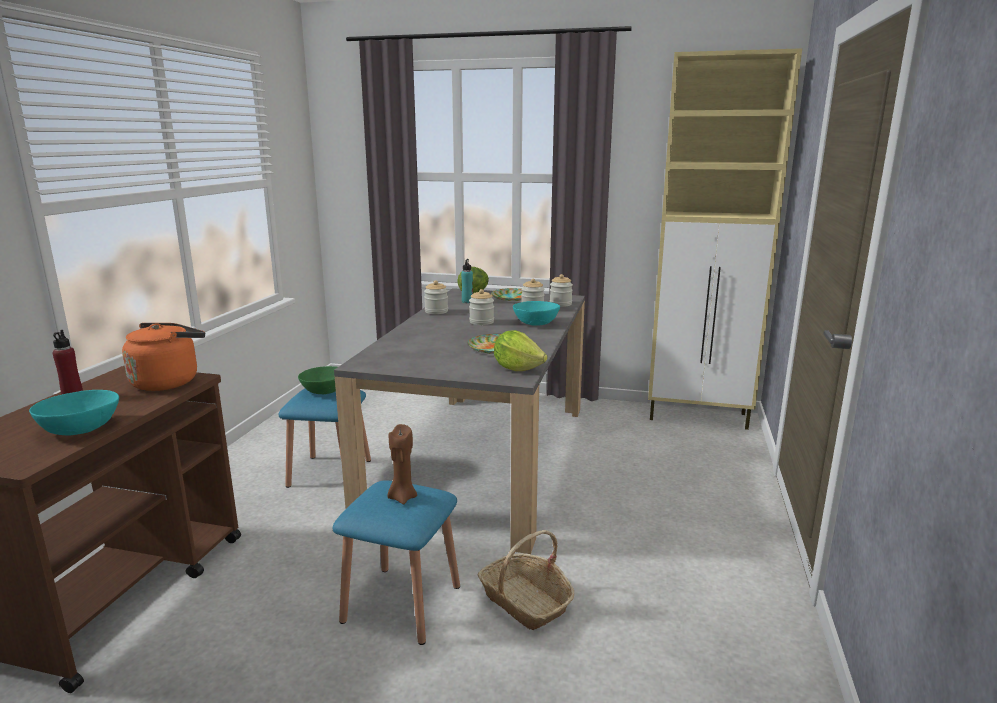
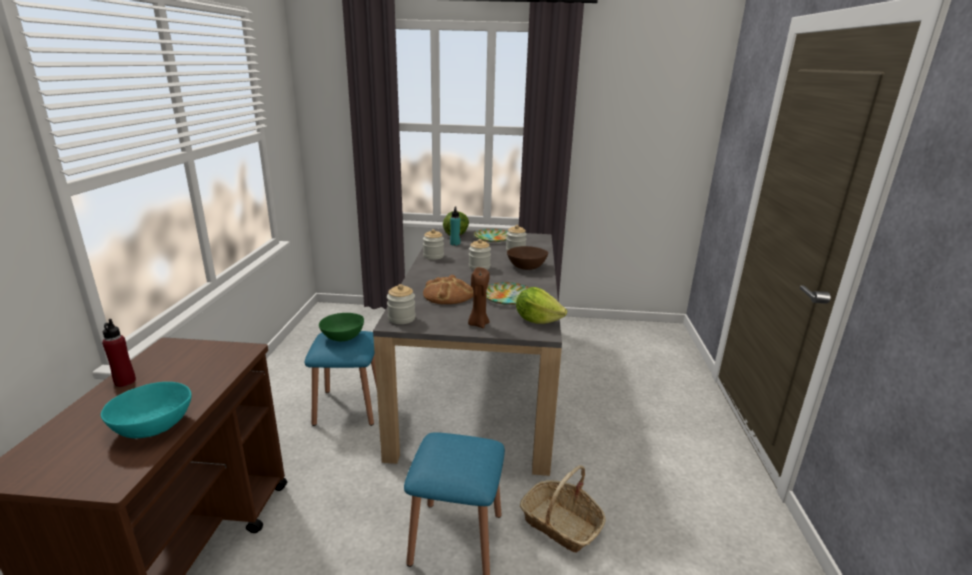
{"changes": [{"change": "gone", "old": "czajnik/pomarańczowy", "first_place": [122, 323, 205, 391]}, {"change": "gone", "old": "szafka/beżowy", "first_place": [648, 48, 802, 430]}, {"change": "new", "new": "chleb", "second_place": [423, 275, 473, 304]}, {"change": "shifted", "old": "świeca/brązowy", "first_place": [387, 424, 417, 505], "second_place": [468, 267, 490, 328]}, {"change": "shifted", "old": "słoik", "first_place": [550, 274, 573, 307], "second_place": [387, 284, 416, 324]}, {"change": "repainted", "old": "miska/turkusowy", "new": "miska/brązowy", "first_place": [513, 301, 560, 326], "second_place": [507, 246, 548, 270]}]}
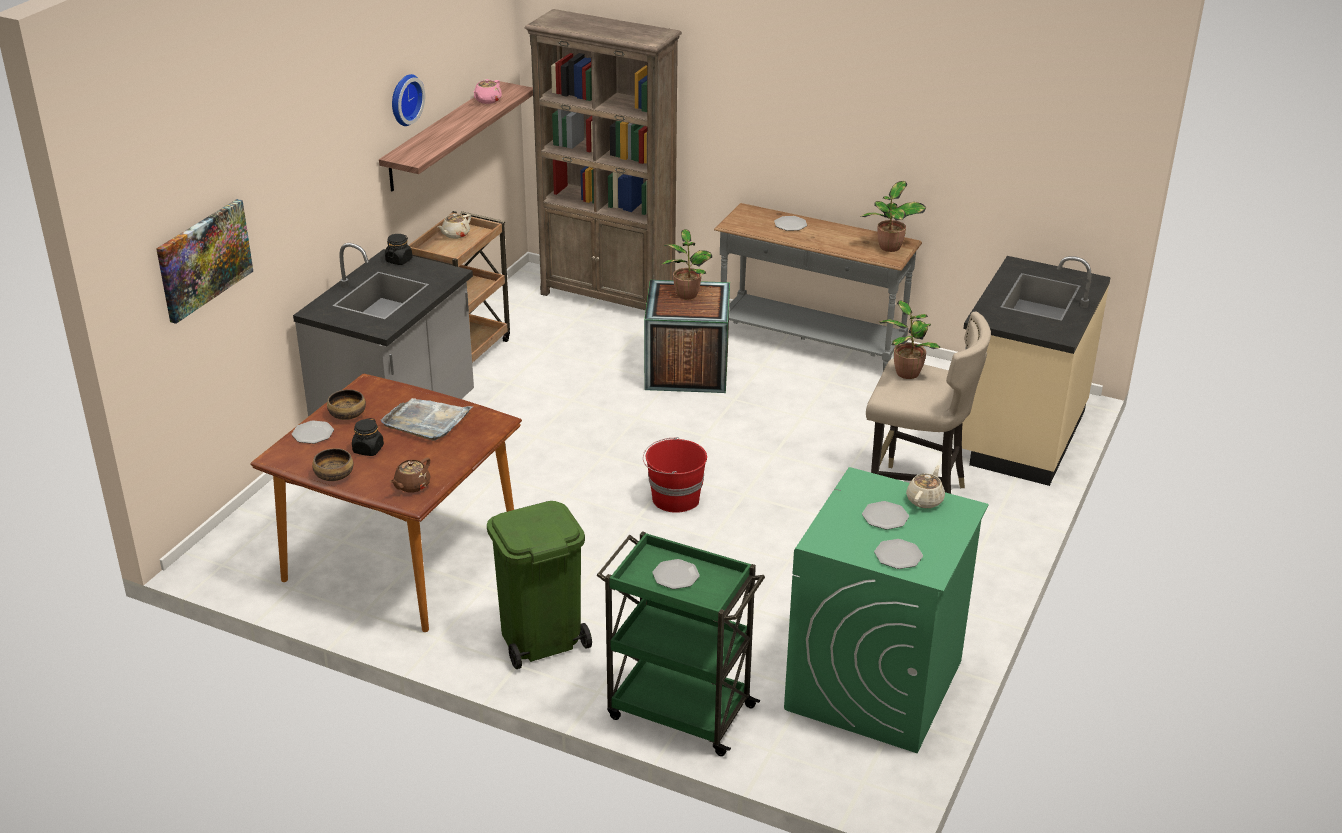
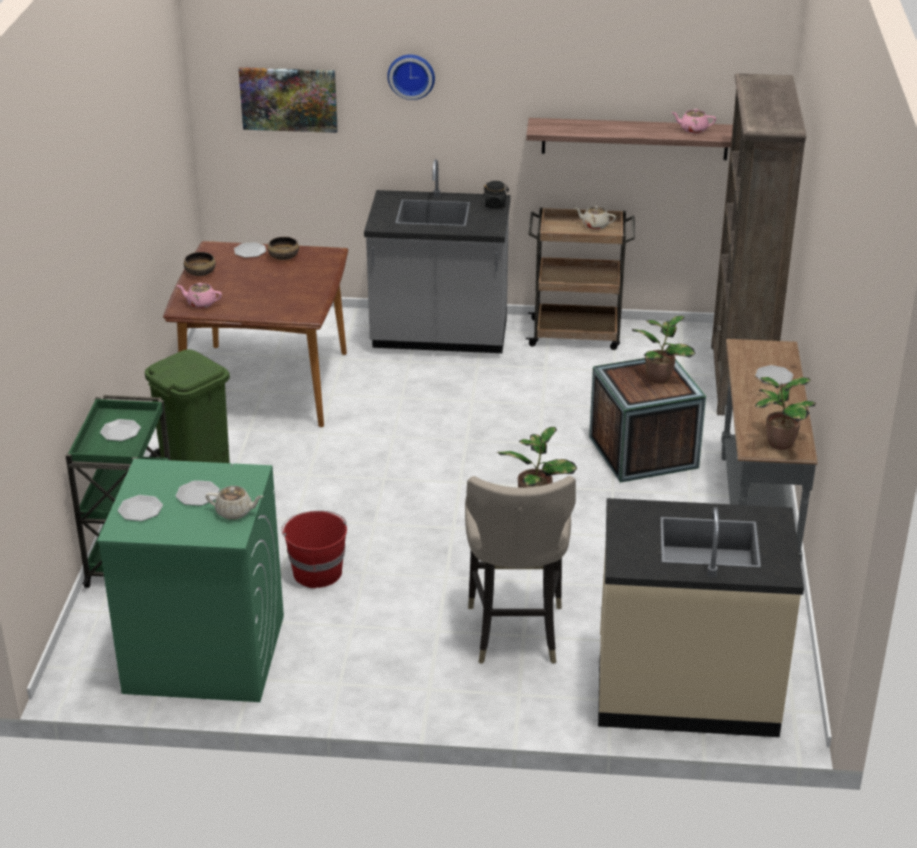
{"changes": [{"change": "gone", "old": "słoik/czarny", "first_place": [352, 418, 384, 456]}, {"change": "gone", "old": "taca/szary", "first_place": [380, 398, 472, 441]}, {"change": "shifted", "old": "zegar ścienny", "first_place": [392, 74, 425, 126], "second_place": [387, 55, 435, 100]}, {"change": "shifted", "old": "wiadro/czerwony", "first_place": [643, 437, 707, 513], "second_place": [281, 510, 347, 588]}, {"change": "repainted", "old": "imbryk/brązowy", "new": "imbryk/różowy", "first_place": [390, 458, 431, 492], "second_place": [177, 283, 222, 308]}]}
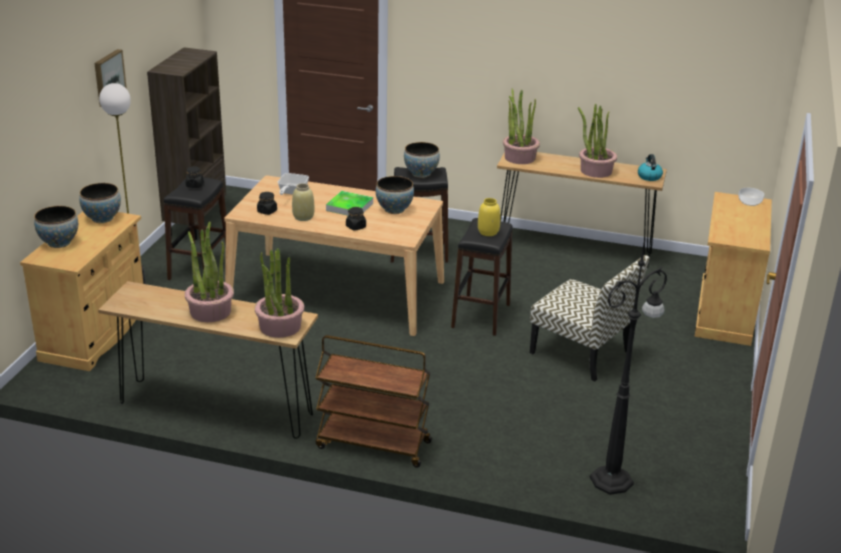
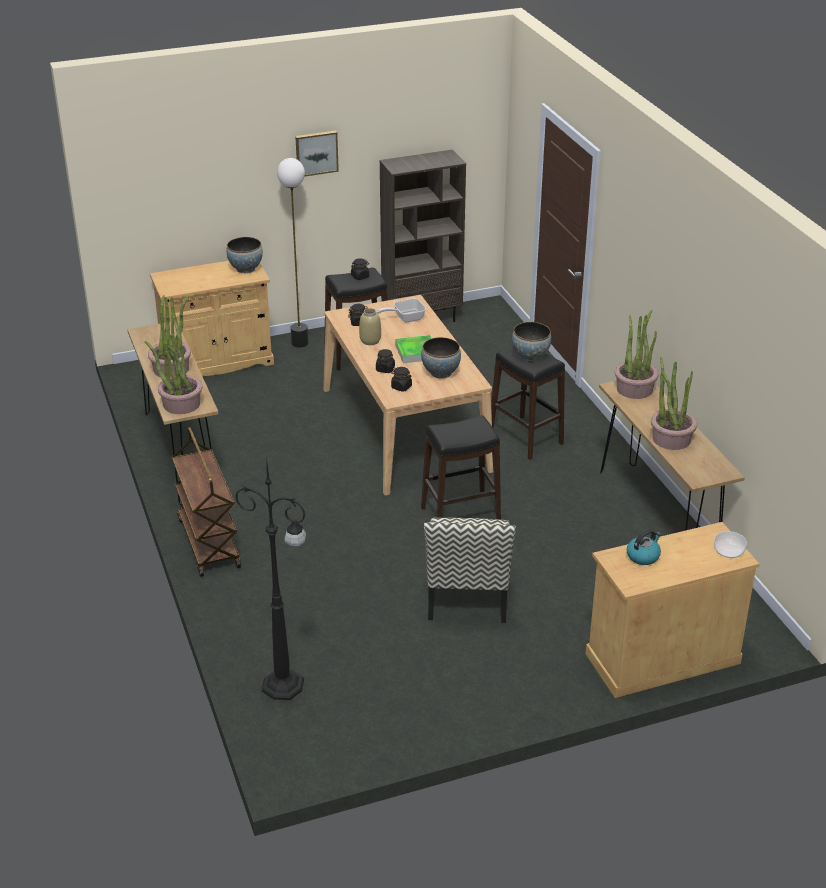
{"changes": [{"change": "gone", "old": "miska", "first_place": [34, 206, 78, 248]}, {"change": "gone", "old": "wazon/żółty", "first_place": [478, 198, 501, 236]}, {"change": "new", "new": "słoik/czarny", "second_place": [391, 367, 412, 392]}, {"change": "shifted", "old": "czajnik", "first_place": [638, 154, 663, 181], "second_place": [627, 529, 661, 565]}]}
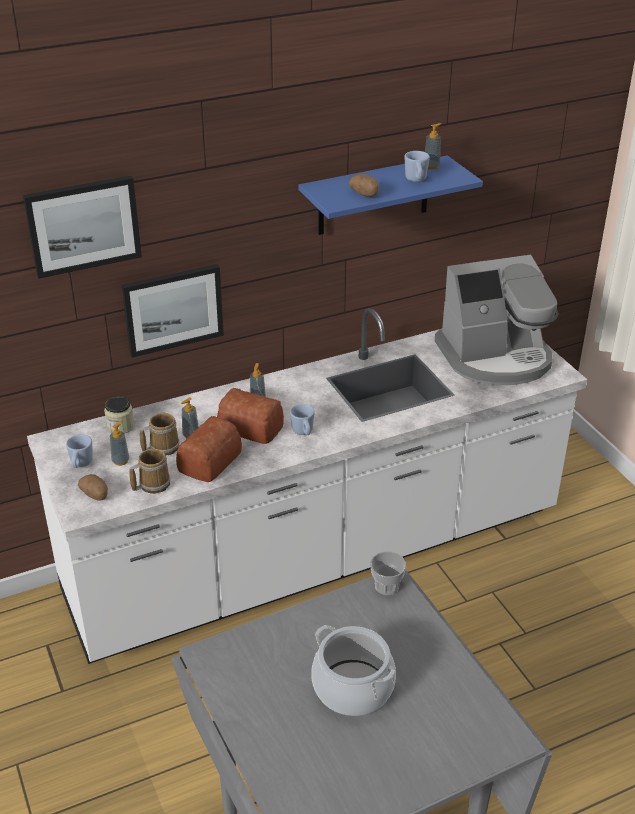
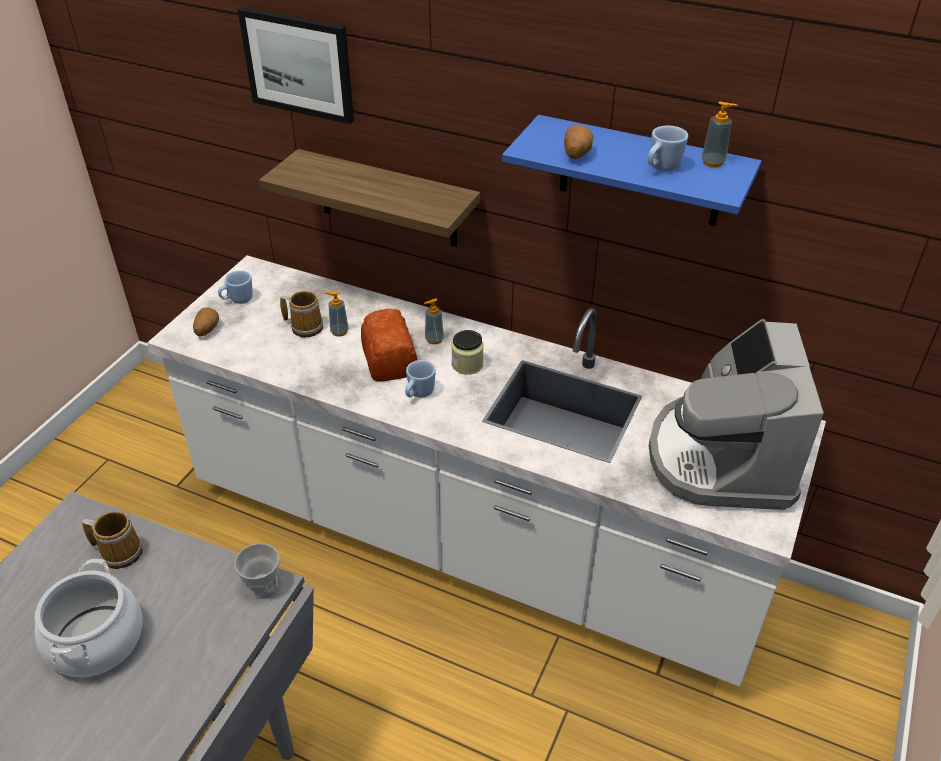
{"changes": [{"change": "gone", "old": "dozownik mydła", "first_place": [110, 421, 129, 466]}, {"change": "gone", "old": "chleb", "first_place": [176, 416, 242, 482]}, {"change": "shifted", "old": "słoik", "first_place": [104, 396, 134, 434], "second_place": [451, 330, 484, 375]}, {"change": "shifted", "old": "kubek", "first_place": [129, 449, 170, 494], "second_place": [82, 511, 143, 569]}, {"change": "swapped", "old": "obraz", "new": "półka", "first_place": [122, 264, 224, 358], "second_place": [259, 149, 480, 246]}, {"change": "rotated", "old": "ekspres do kawy", "first_place": [434, 255, 559, 385], "second_place": [649, 319, 824, 510], "degrees": 60}]}
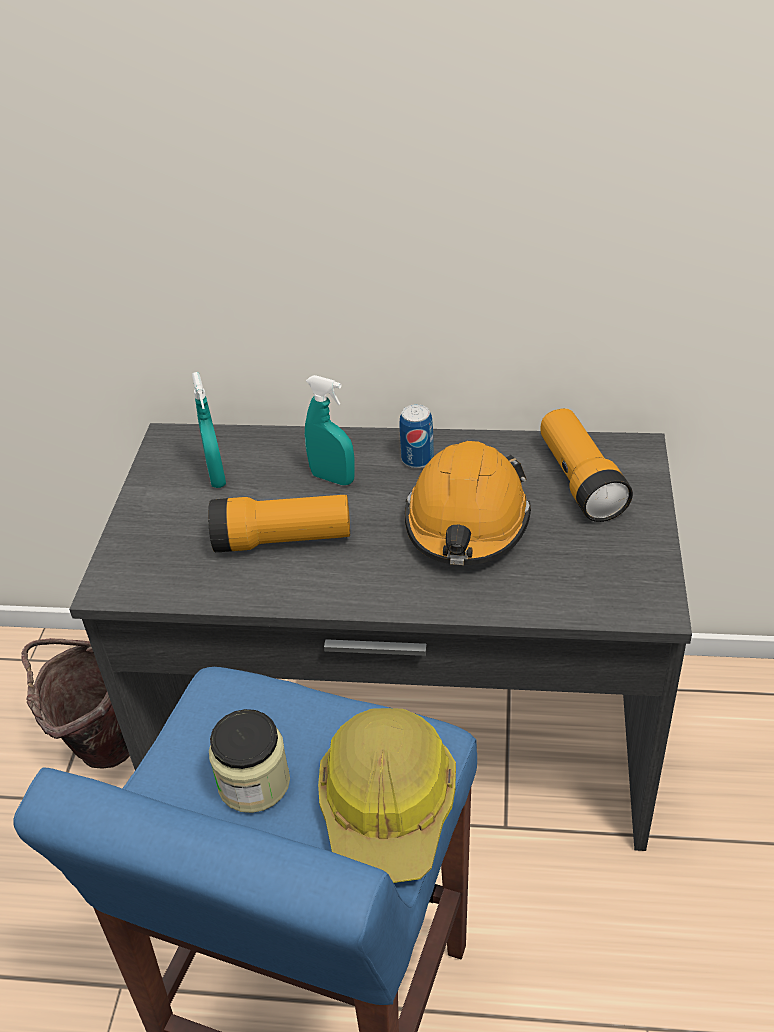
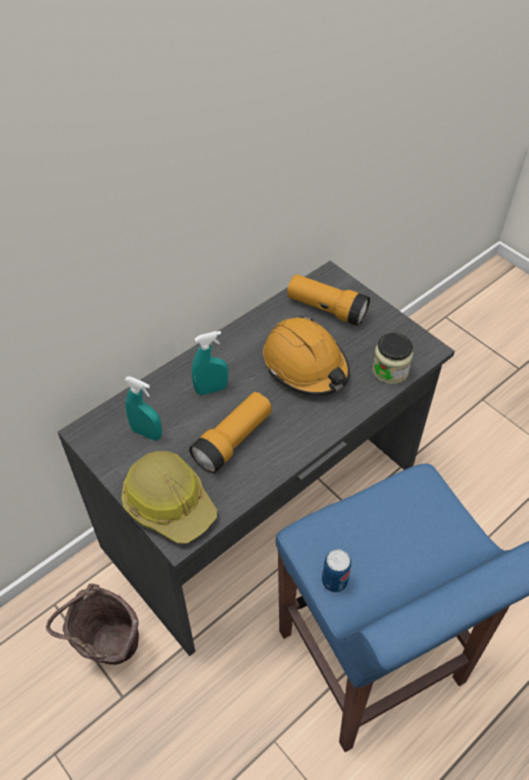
{"changes": [{"change": "shifted", "old": "słoik", "first_place": [209, 709, 290, 813], "second_place": [372, 333, 413, 384]}, {"change": "shifted", "old": "kask", "first_place": [318, 708, 456, 883], "second_place": [122, 451, 217, 544]}, {"change": "shifted", "old": "puszka", "first_place": [399, 404, 434, 468], "second_place": [322, 549, 351, 593]}]}
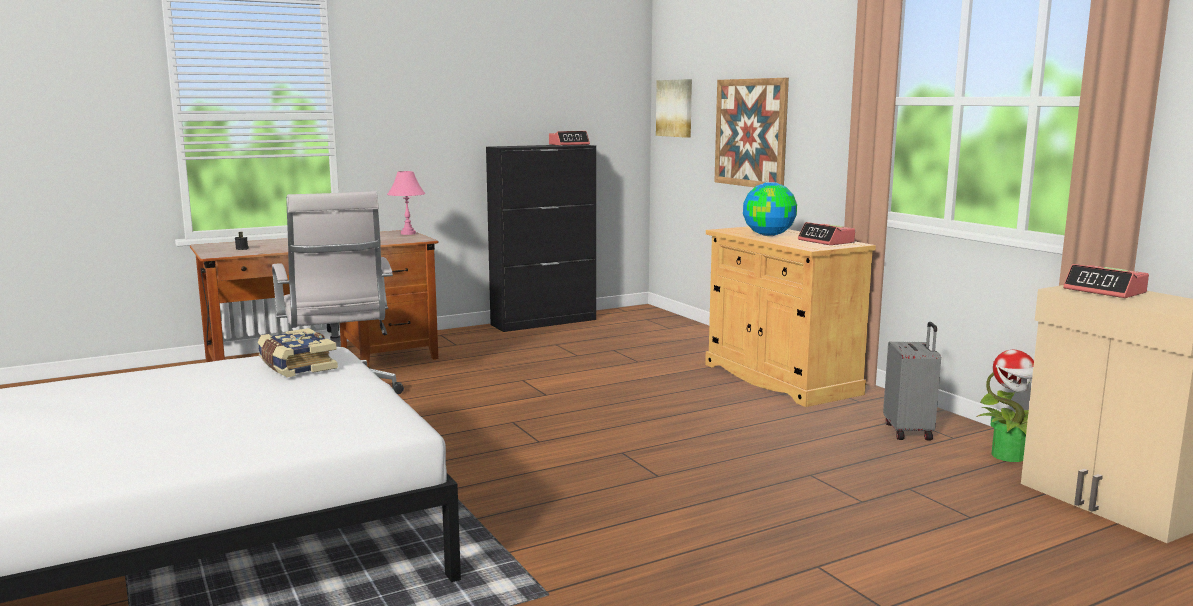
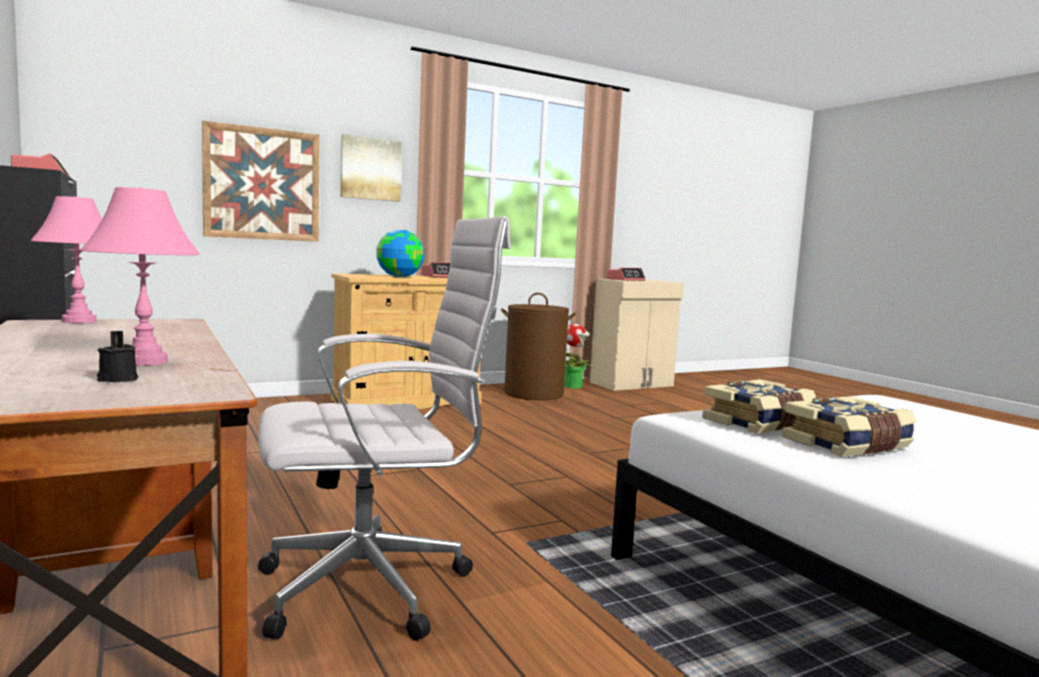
{"changes": [{"change": "new", "new": "lampa stołowa/różowy", "second_place": [80, 187, 200, 366]}, {"change": "new", "new": "książka", "second_place": [782, 396, 916, 457]}, {"change": "shifted", "old": "obraz", "first_place": [656, 79, 692, 138], "second_place": [340, 134, 402, 202]}, {"change": "swapped", "old": "walizka/szary", "new": "kosz na pranie/brązowy", "first_place": [883, 322, 941, 440], "second_place": [501, 293, 576, 400]}]}
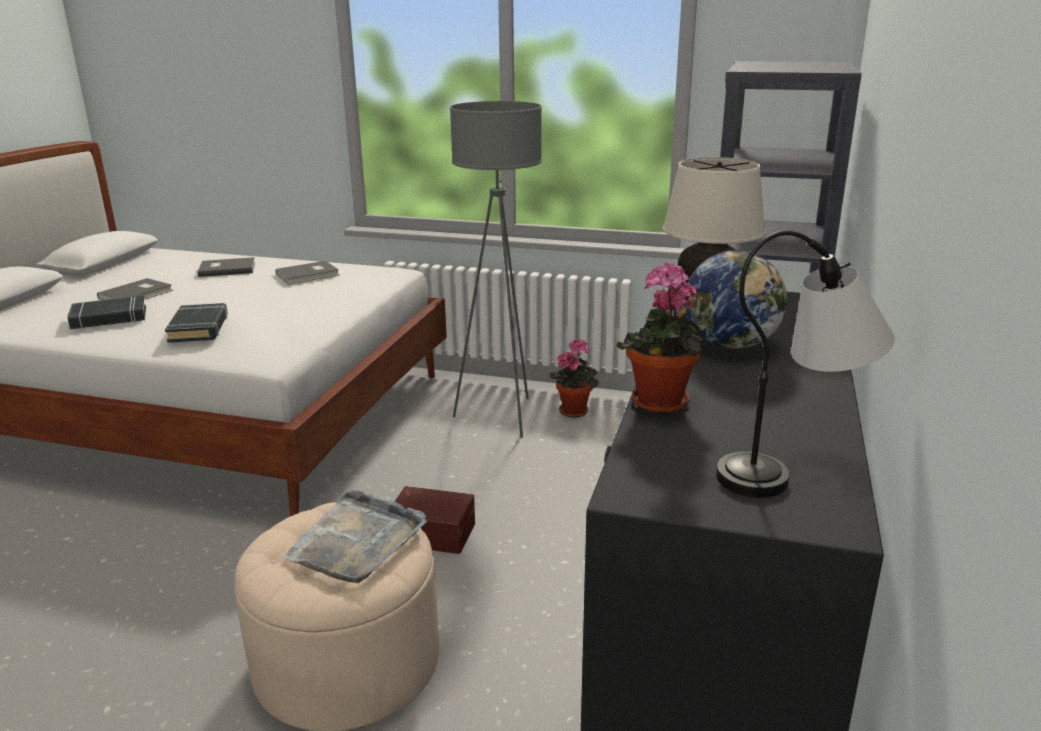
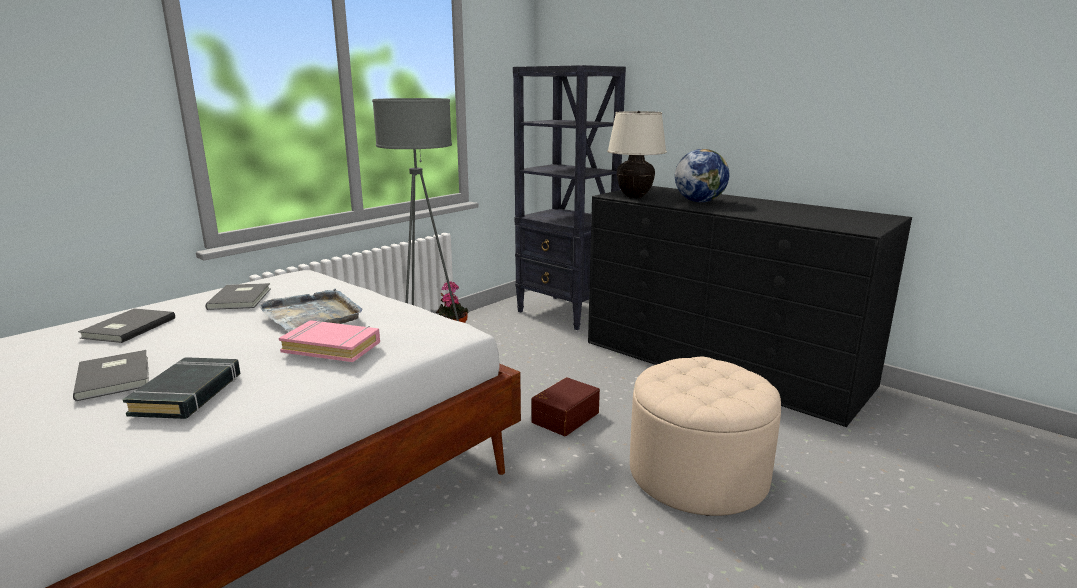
{"changes": [{"change": "gone", "old": "roślina doniczkowa", "first_place": [616, 262, 709, 413]}, {"change": "gone", "old": "lampa stołowa", "first_place": [716, 230, 895, 498]}, {"change": "shifted", "old": "taca/szary", "first_place": [282, 489, 427, 583], "second_place": [258, 288, 362, 332]}, {"change": "repainted", "old": "książka/czarny", "new": "książka/różowy", "first_place": [165, 303, 228, 343], "second_place": [279, 320, 380, 362]}]}
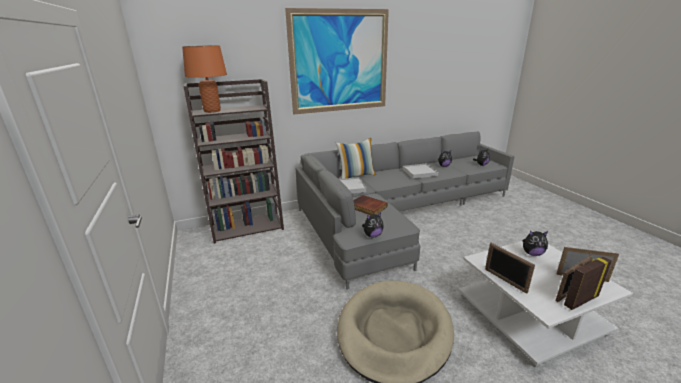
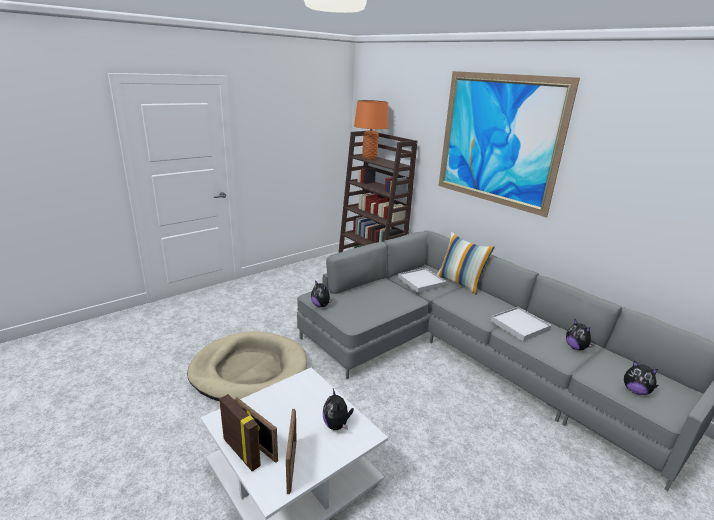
{"changes": [{"change": "gone", "old": "książka", "first_place": [353, 195, 387, 215]}, {"change": "gone", "old": "ramka na zdjęcie", "first_place": [485, 243, 535, 294]}]}
